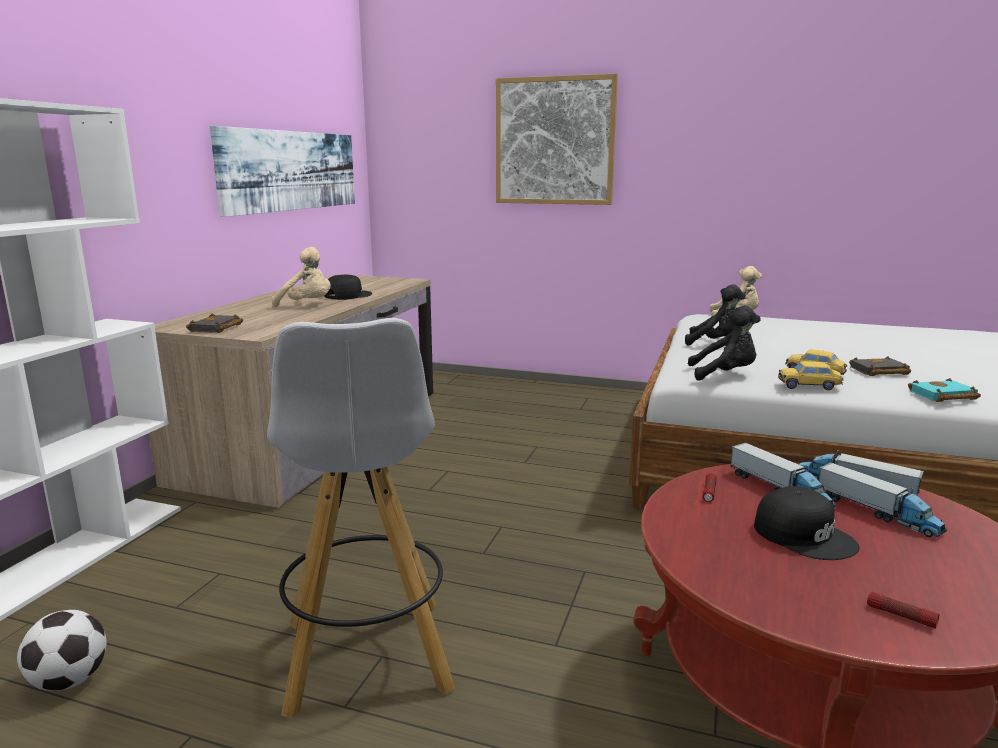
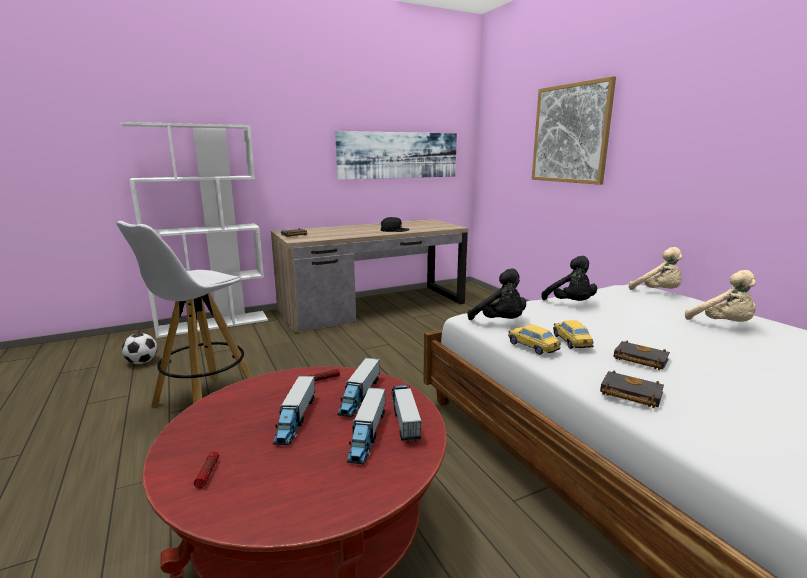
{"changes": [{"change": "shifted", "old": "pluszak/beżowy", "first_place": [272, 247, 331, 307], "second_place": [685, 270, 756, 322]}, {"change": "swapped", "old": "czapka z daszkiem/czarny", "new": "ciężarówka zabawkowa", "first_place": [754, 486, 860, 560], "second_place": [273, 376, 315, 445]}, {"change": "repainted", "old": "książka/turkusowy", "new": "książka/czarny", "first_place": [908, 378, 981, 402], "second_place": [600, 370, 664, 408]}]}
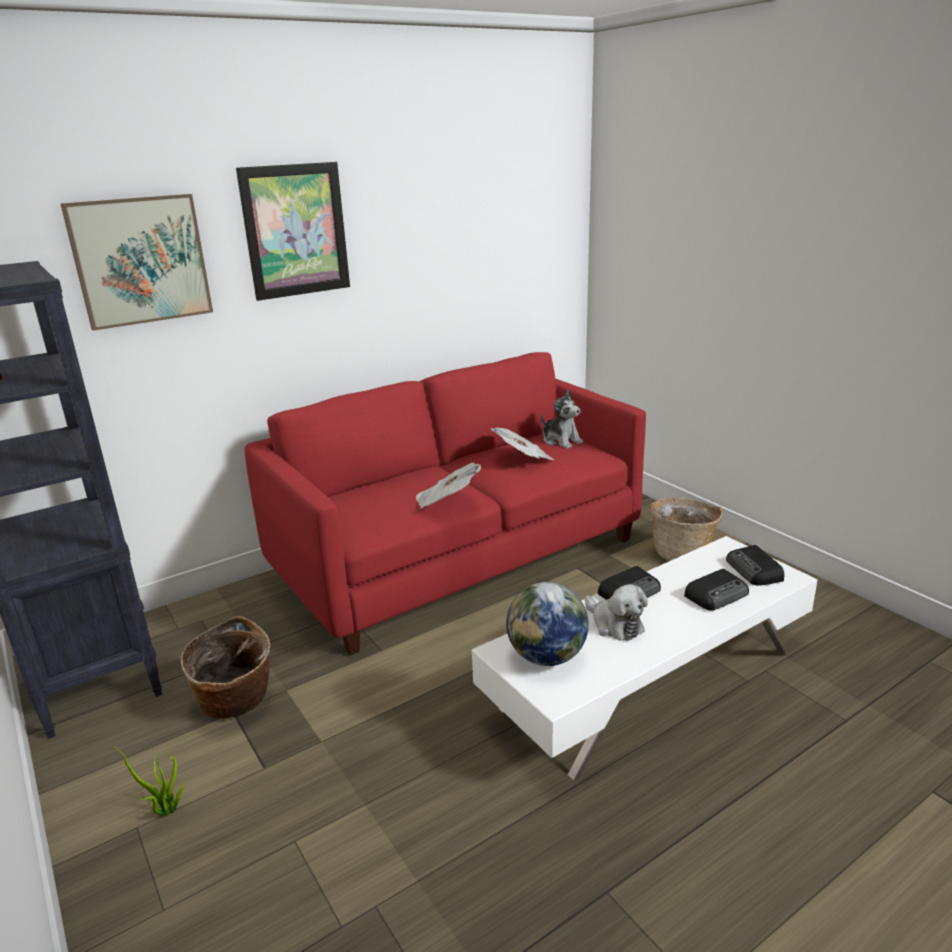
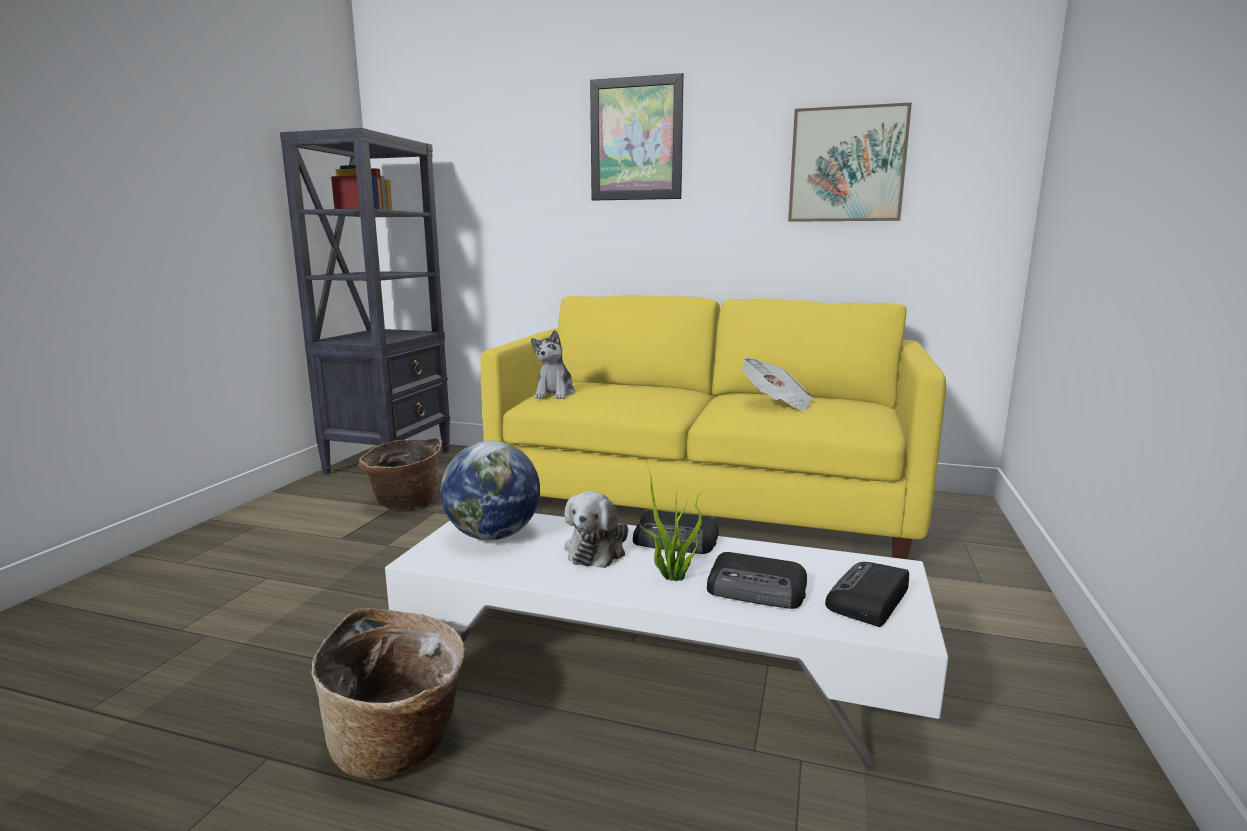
{"changes": [{"change": "gone", "old": "gazeta", "first_place": [416, 462, 481, 509]}, {"change": "shifted", "old": "obraz", "first_place": [61, 194, 213, 331], "second_place": [788, 103, 912, 222]}, {"change": "shifted", "old": "roślina doniczkowa", "first_place": [113, 745, 184, 816], "second_place": [637, 462, 702, 581]}, {"change": "shifted", "old": "pluszak", "first_place": [541, 390, 583, 449], "second_place": [531, 330, 575, 399]}, {"change": "shifted", "old": "koszyk", "first_place": [649, 497, 723, 561], "second_place": [312, 608, 465, 780]}, {"change": "repainted", "old": "kanapa/czerwony", "new": "kanapa/żółty", "first_place": [245, 352, 646, 656], "second_place": [480, 295, 946, 559]}]}
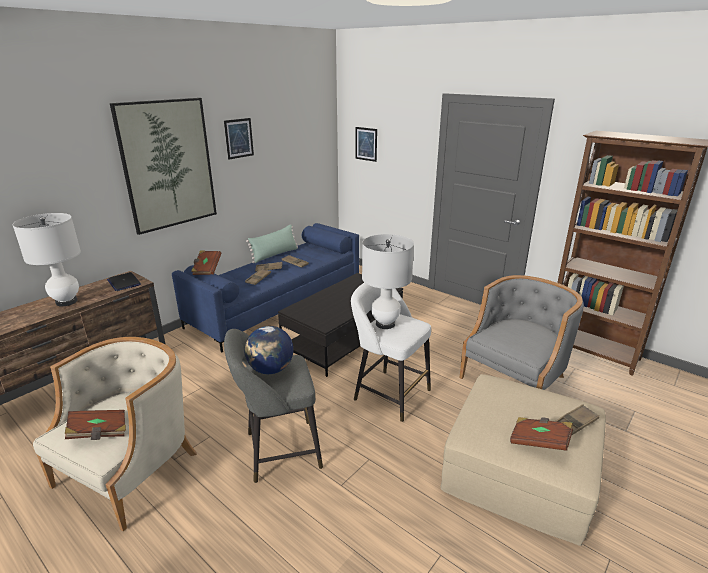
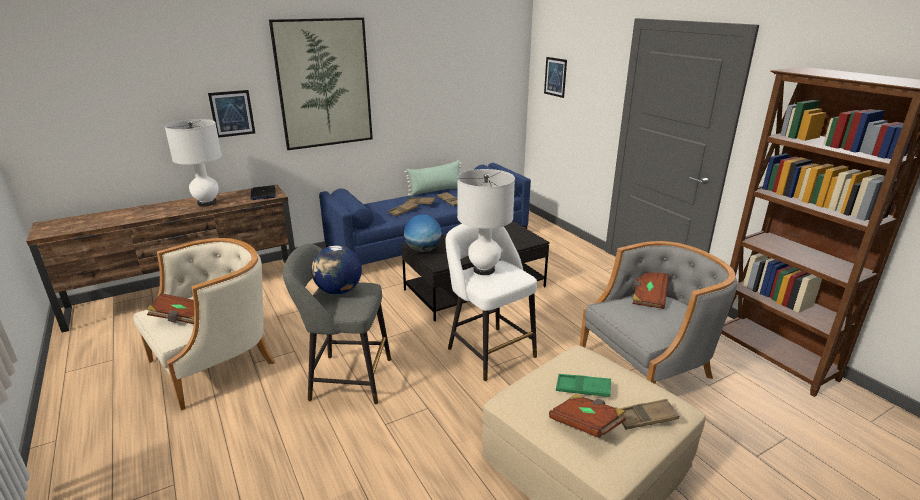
{"changes": [{"change": "new", "new": "globus", "second_place": [404, 214, 442, 252]}, {"change": "new", "new": "taca/zielony", "second_place": [556, 374, 611, 397]}, {"change": "shifted", "old": "książka/brązowy", "first_place": [191, 250, 221, 275], "second_place": [633, 272, 669, 309]}, {"change": "shifted", "old": "obraz", "first_place": [224, 118, 254, 160], "second_place": [208, 90, 255, 138]}]}
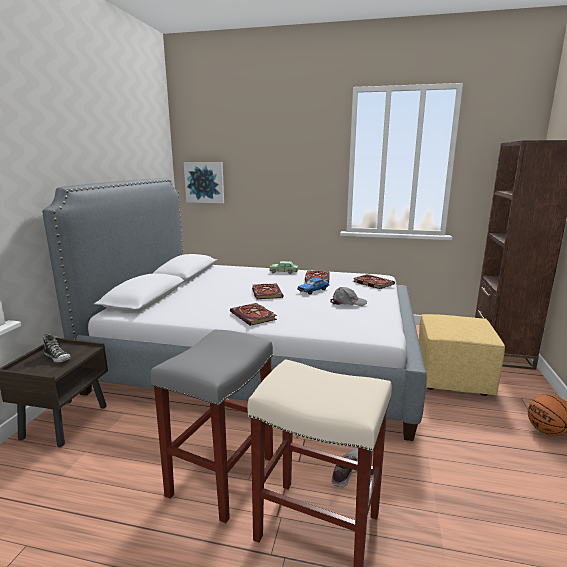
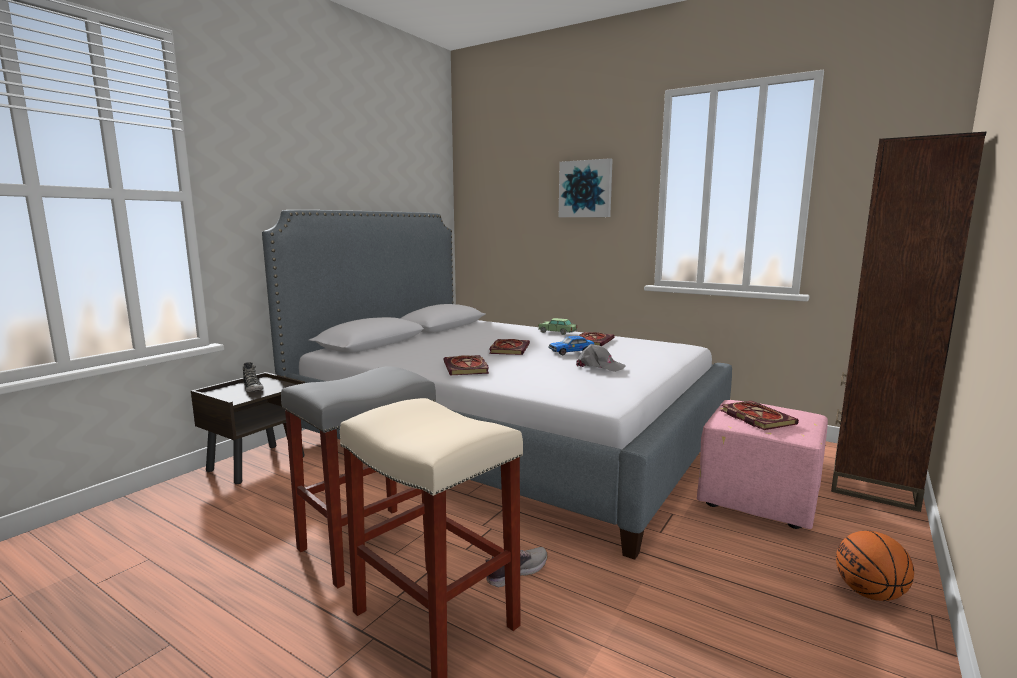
{"changes": [{"change": "shifted", "old": "obraz", "first_place": [184, 162, 224, 203], "second_place": [559, 158, 613, 217]}, {"change": "shifted", "old": "książka", "first_place": [353, 274, 395, 289], "second_place": [720, 401, 799, 430]}, {"change": "repainted", "old": "pufa/żółty", "new": "pufa/różowy", "first_place": [419, 314, 505, 396], "second_place": [697, 400, 828, 529]}]}
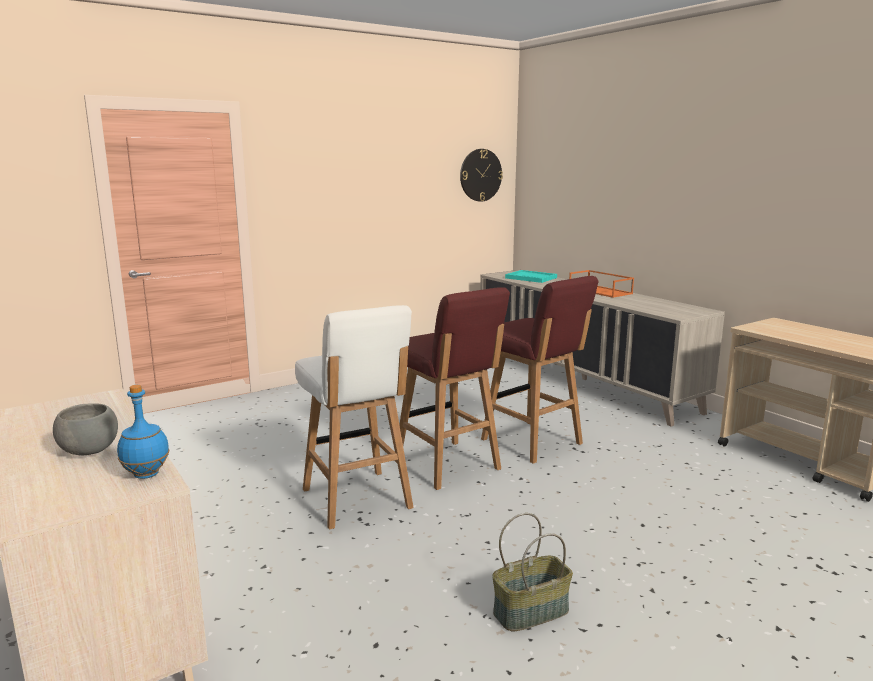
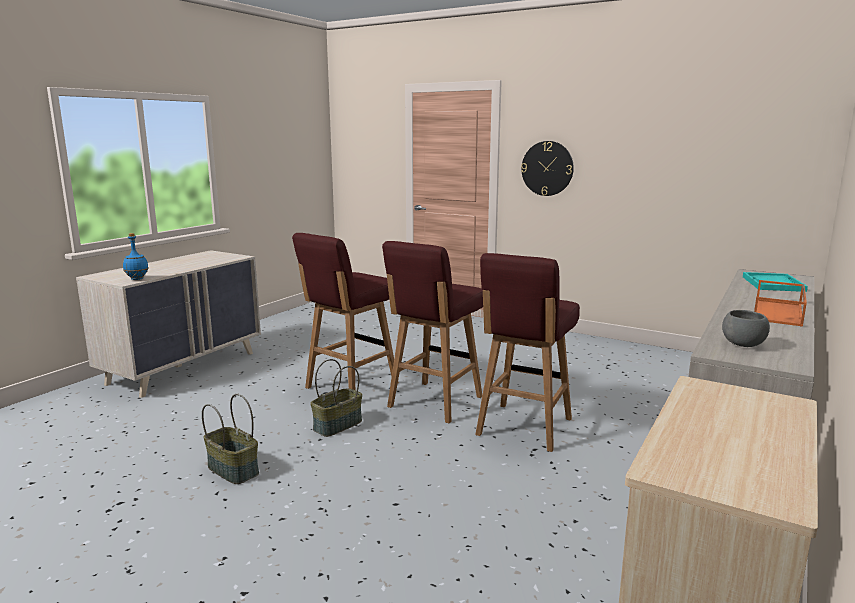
{"changes": [{"change": "new", "new": "koszyk", "second_place": [310, 359, 362, 437]}, {"change": "shifted", "old": "miska/szary", "first_place": [53, 404, 118, 455], "second_place": [722, 310, 770, 347]}, {"change": "shifted", "old": "zegar ścienny", "first_place": [460, 149, 503, 202], "second_place": [521, 141, 574, 196]}, {"change": "repainted", "old": "stołek/biały", "new": "stołek/czerwony", "first_place": [295, 305, 414, 530], "second_place": [292, 233, 399, 390]}]}
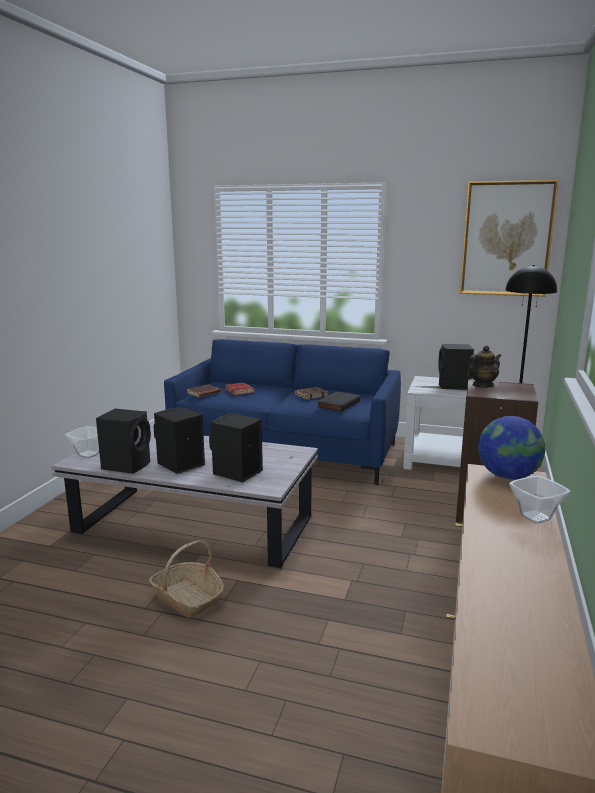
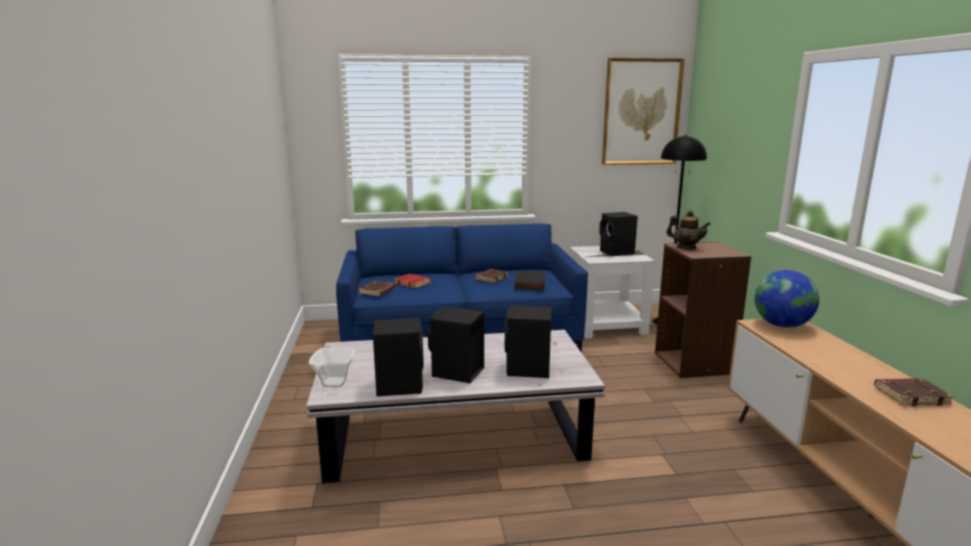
{"changes": [{"change": "gone", "old": "koszyk", "first_place": [149, 540, 224, 618]}, {"change": "gone", "old": "miska", "first_place": [509, 476, 571, 524]}, {"change": "new", "new": "książka/brązowy", "second_place": [874, 378, 953, 406]}, {"change": "rotated", "old": "imbryk", "first_place": [467, 345, 501, 387], "second_place": [666, 210, 711, 249], "degrees": 90}]}
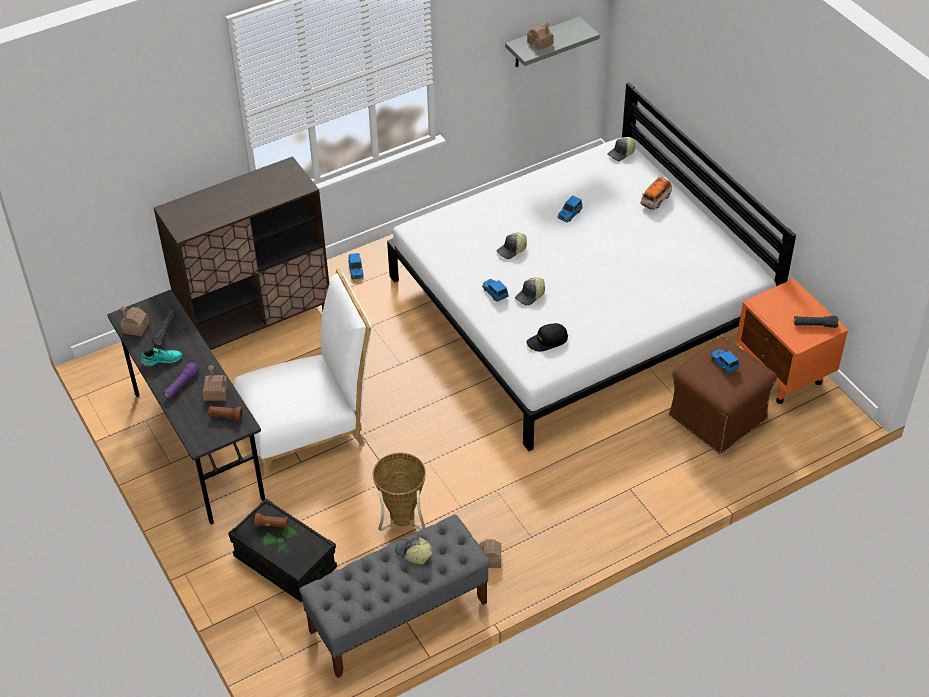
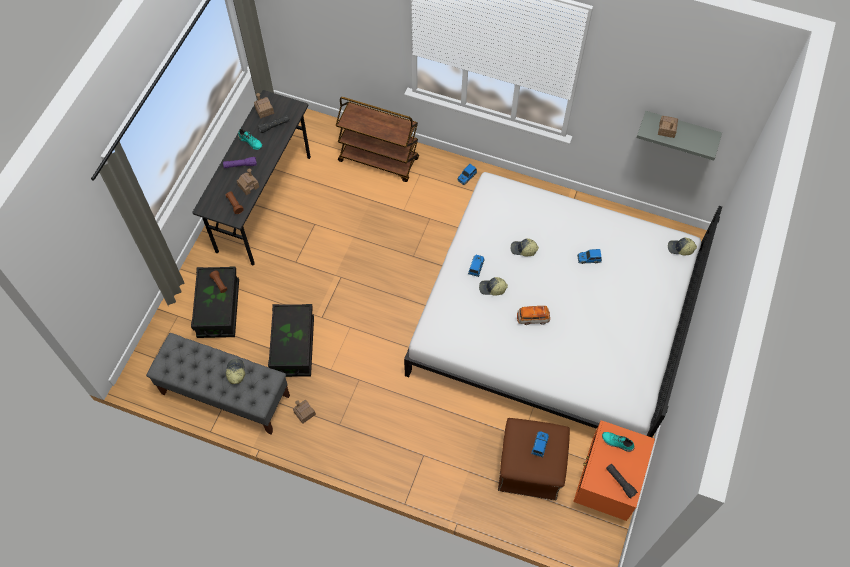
{"changes": [{"change": "gone", "old": "krzesło/biały", "first_place": [234, 268, 372, 477]}, {"change": "gone", "old": "czapka z daszkiem/czarny", "first_place": [526, 323, 568, 352]}, {"change": "new", "new": "but/turkusowy", "second_place": [602, 432, 635, 452]}, {"change": "shifted", "old": "samochodzik", "first_place": [640, 177, 672, 210], "second_place": [517, 306, 550, 325]}, {"change": "swapped", "old": "szafka/brązowy", "new": "wózek/brązowy", "first_place": [154, 156, 329, 350], "second_place": [336, 97, 419, 182]}, {"change": "swapped", "old": "koszyk", "new": "pojemnik do przechowywania/czarny", "first_place": [372, 452, 426, 531], "second_place": [268, 304, 314, 377]}]}
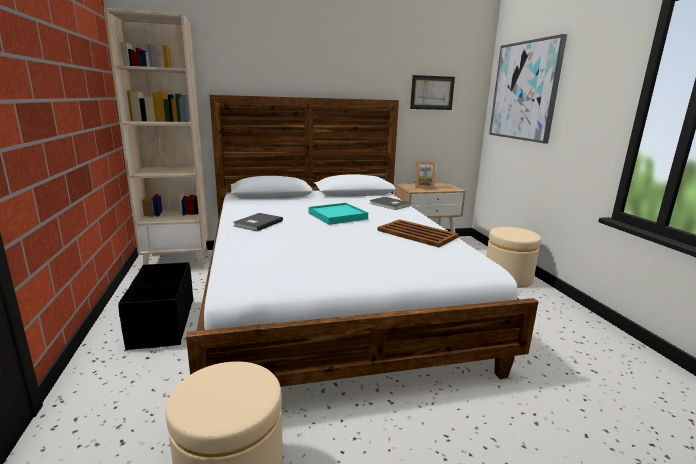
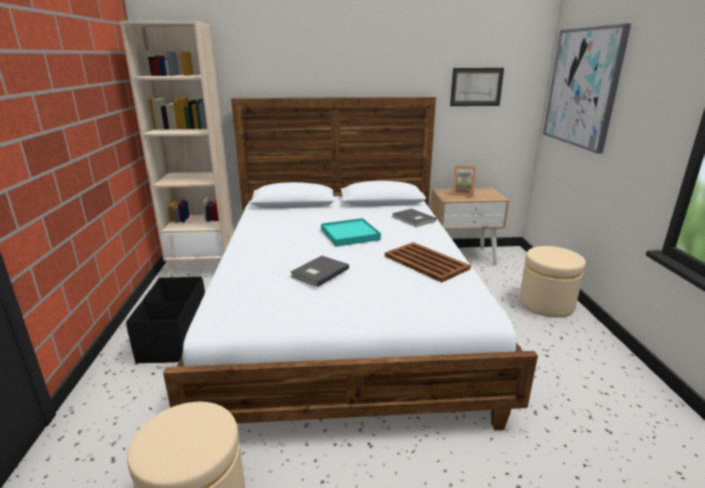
{"changes": [{"change": "shifted", "old": "książka/szary", "first_place": [233, 213, 283, 231], "second_place": [290, 256, 349, 287]}]}
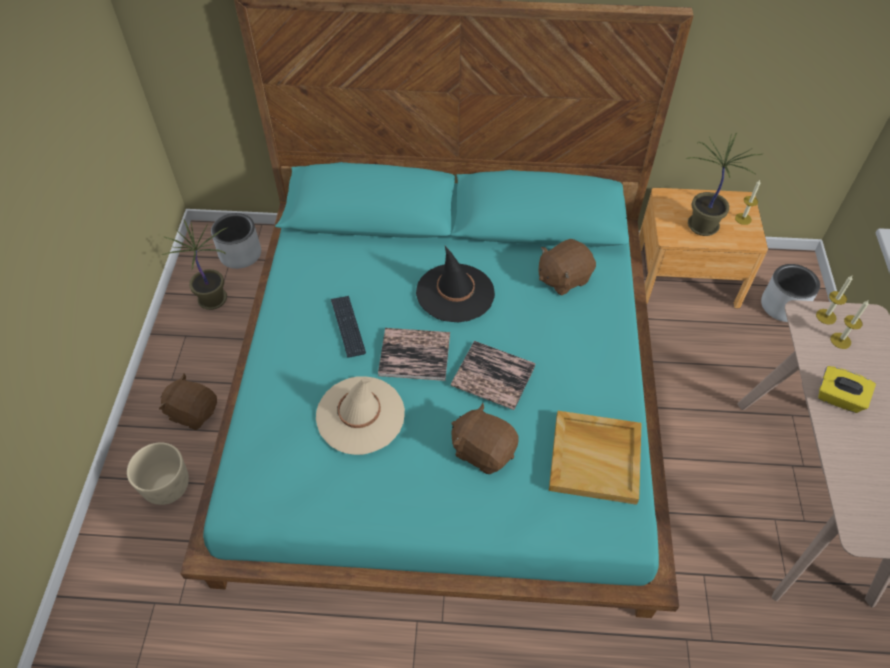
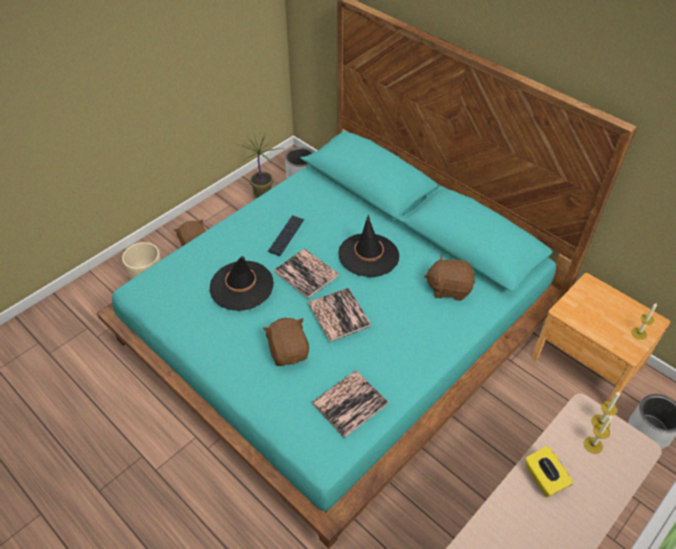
{"changes": [{"change": "gone", "old": "roślina doniczkowa", "first_place": [686, 133, 764, 236]}, {"change": "swapped", "old": "taca/beżowy", "new": "książka", "first_place": [549, 411, 642, 505], "second_place": [312, 370, 388, 438]}, {"change": "repainted", "old": "kapelusz/beżowy", "new": "kapelusz/czarny", "first_place": [316, 376, 405, 455], "second_place": [210, 256, 274, 311]}]}
